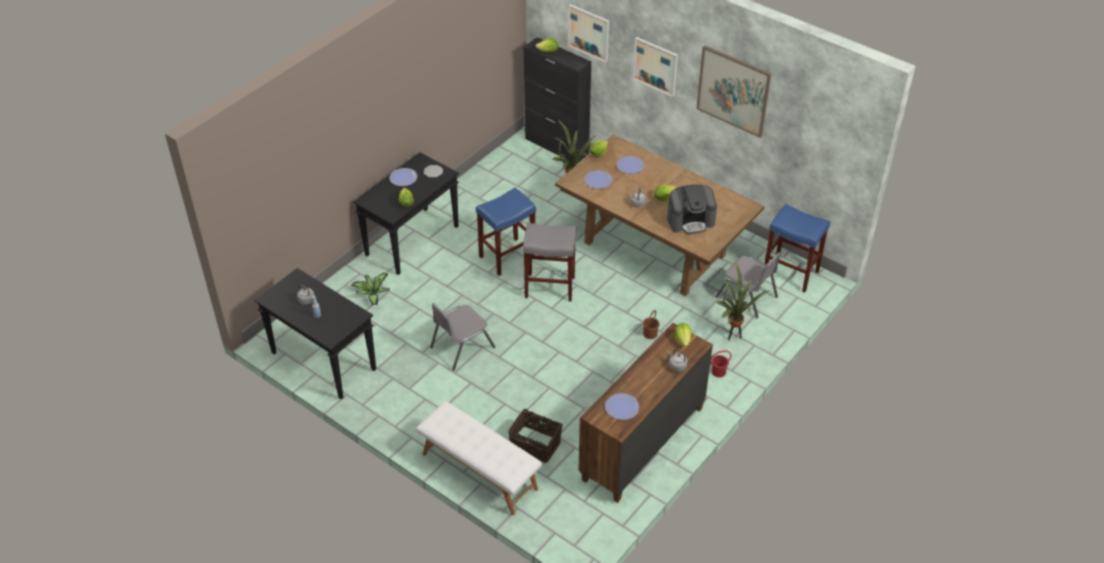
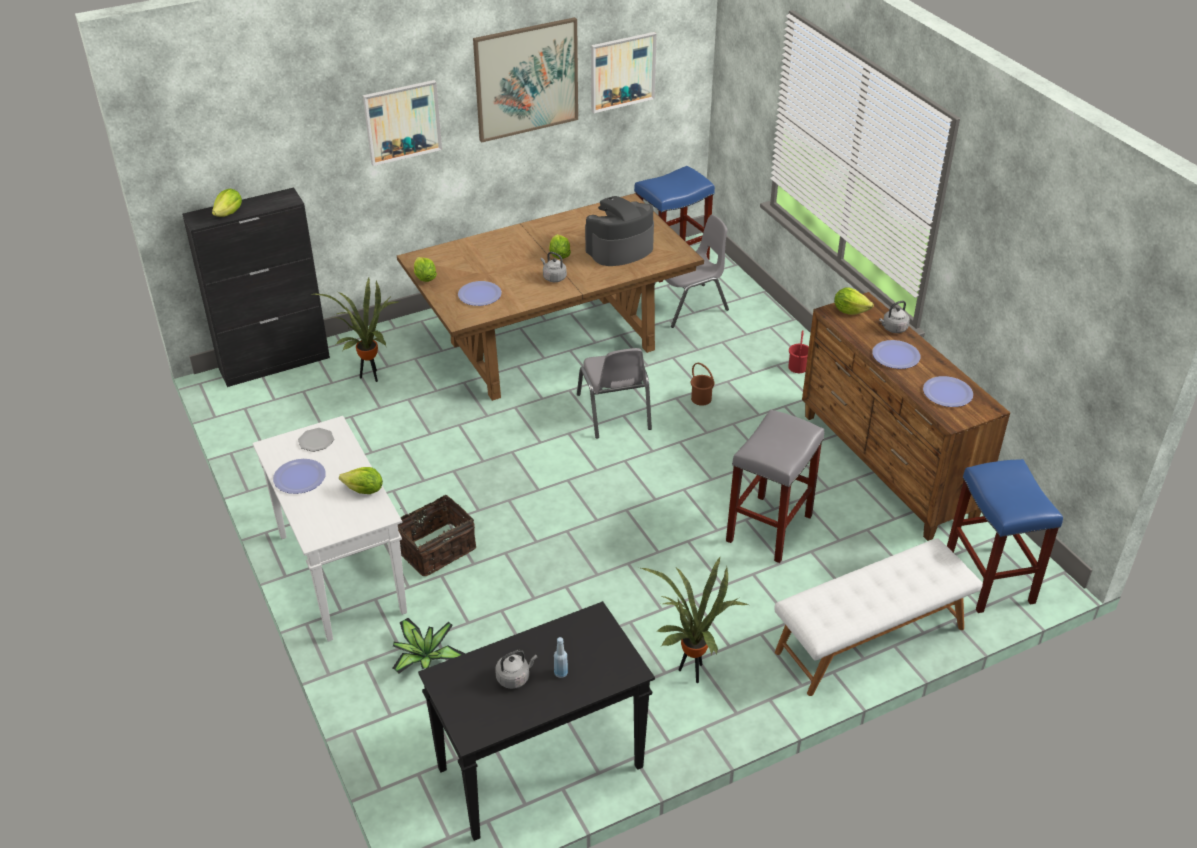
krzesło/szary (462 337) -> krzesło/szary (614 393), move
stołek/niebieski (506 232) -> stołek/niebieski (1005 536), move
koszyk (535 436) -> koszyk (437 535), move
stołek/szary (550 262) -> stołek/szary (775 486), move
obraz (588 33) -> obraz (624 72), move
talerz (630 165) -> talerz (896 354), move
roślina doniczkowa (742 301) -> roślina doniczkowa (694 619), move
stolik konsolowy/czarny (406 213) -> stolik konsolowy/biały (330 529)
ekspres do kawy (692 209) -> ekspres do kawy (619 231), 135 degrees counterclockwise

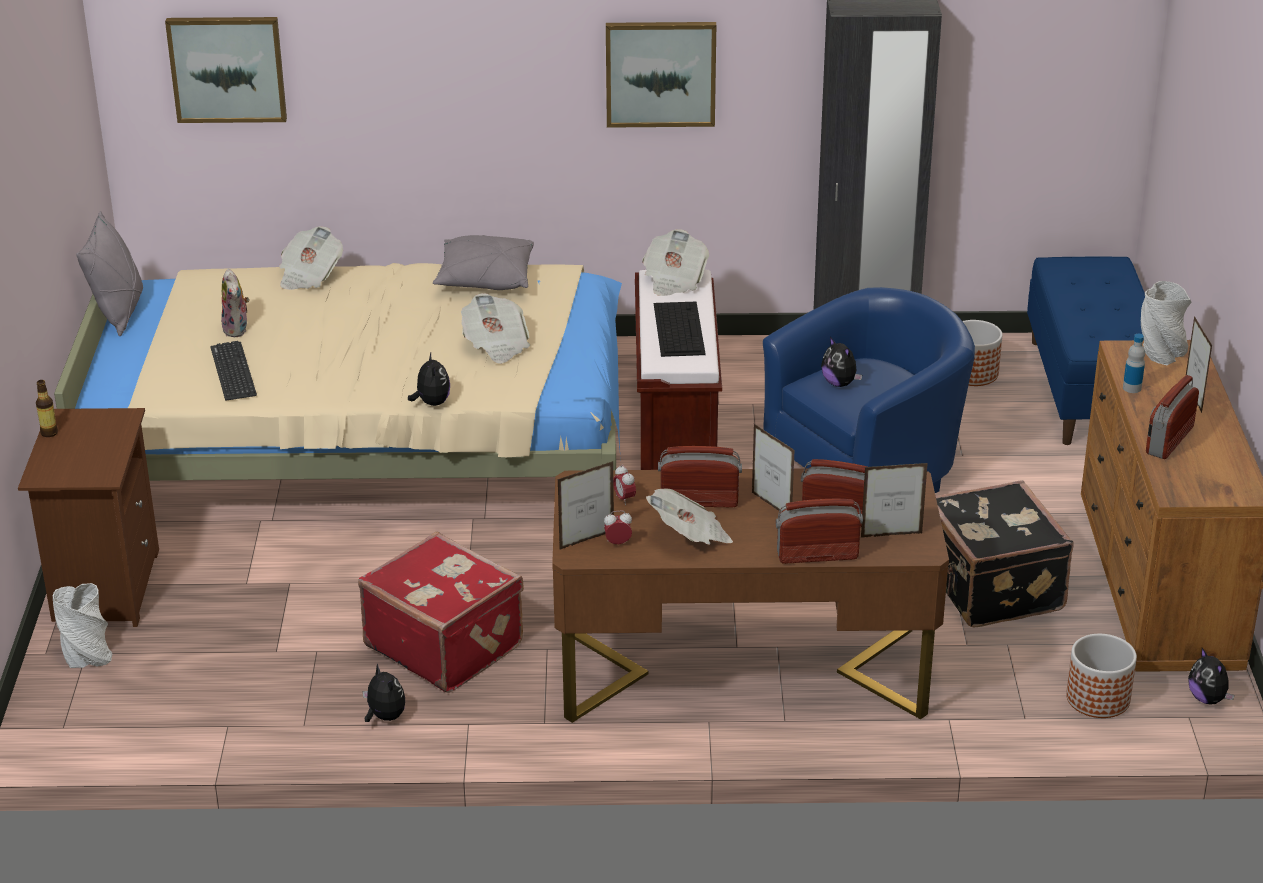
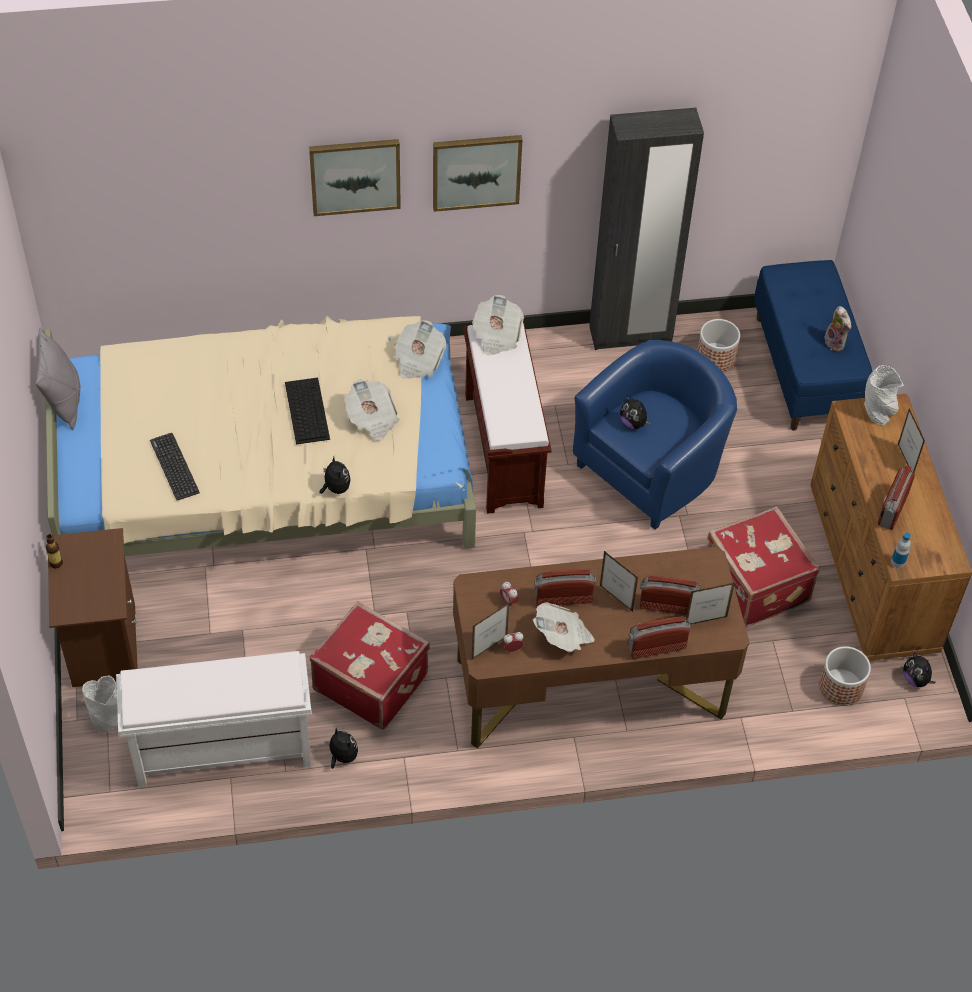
poduszka/szary (483 262) -> none
none -> ławka/biały (214 719)
obraz (226 70) -> obraz (355 177), move
pluszak (235 303) -> pluszak (838 328), move
gazeta (311 258) -> gazeta (420 349), move
klawiatura (680 329) -> klawiatura (307 411), move
butelka (1134 363) -> butelka (901 550), move
walizka/czarny (1005 554) -> walizka/czerwony (763 566)

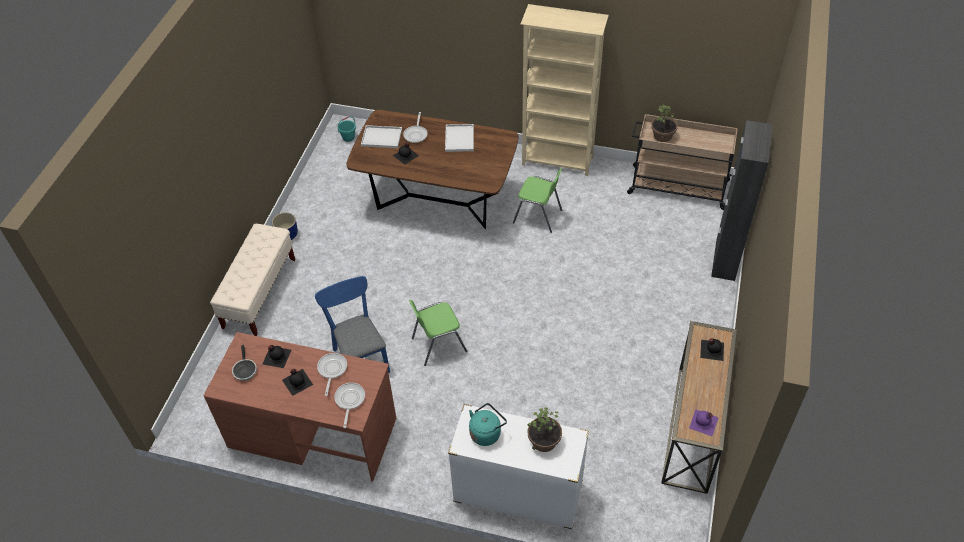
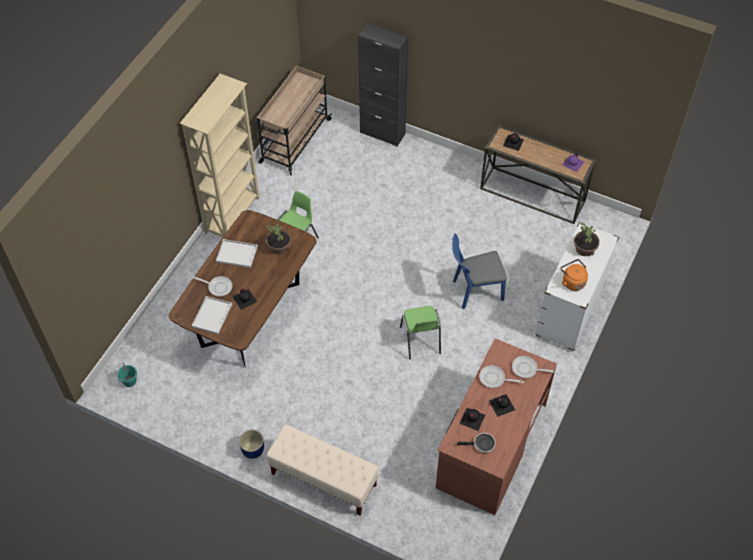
krzesło/niebieski (352 324) -> krzesło/niebieski (479 271), move
roślina doniczkowa (664 123) -> roślina doniczkowa (278 239), move
czajnik/turkusowy (488 424) -> czajnik/pomarańczowy (574 275)

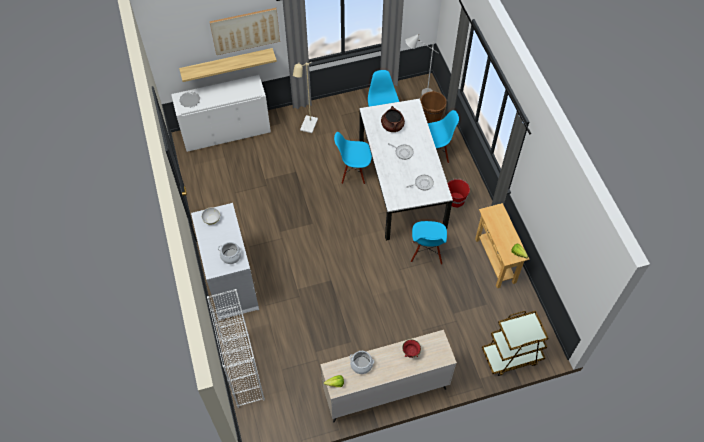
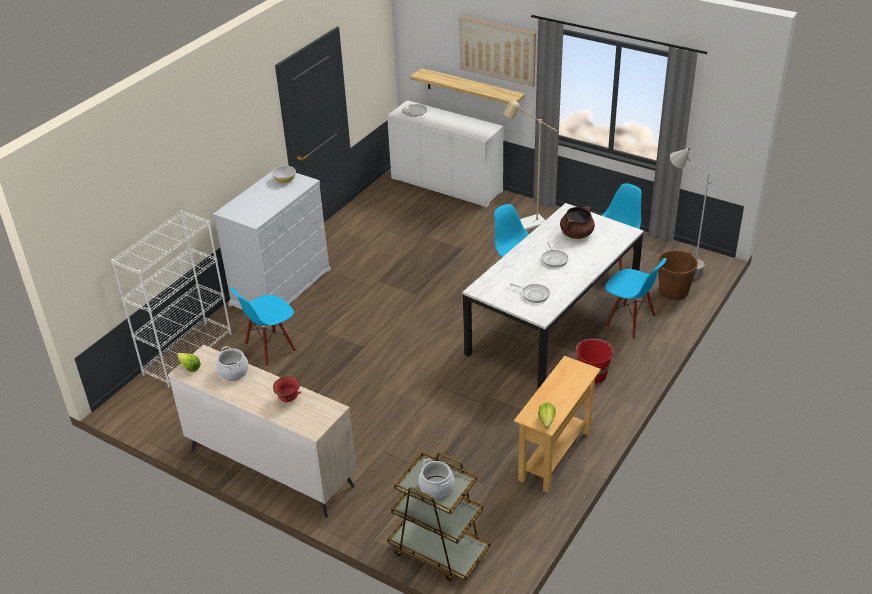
garnek (230 253) -> garnek (436 478), move
krzesło/niebieski (429 243) -> krzesło/niebieski (263 327), move

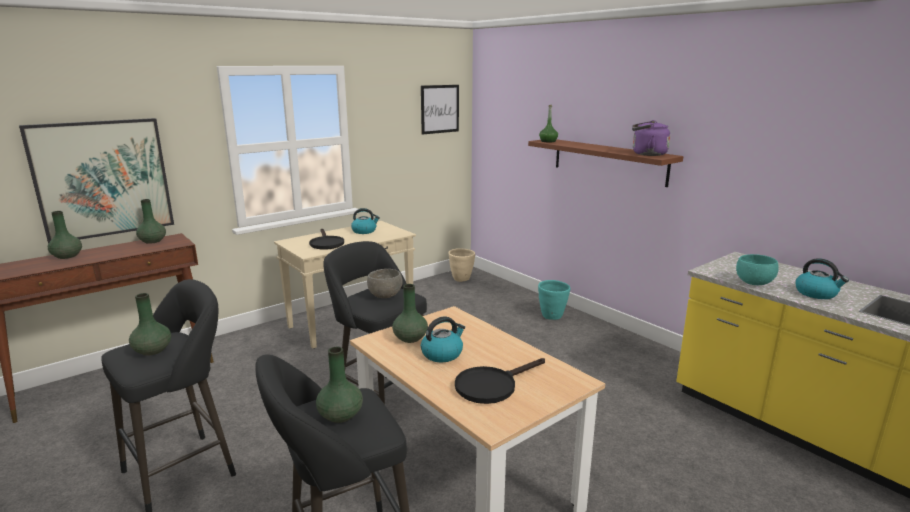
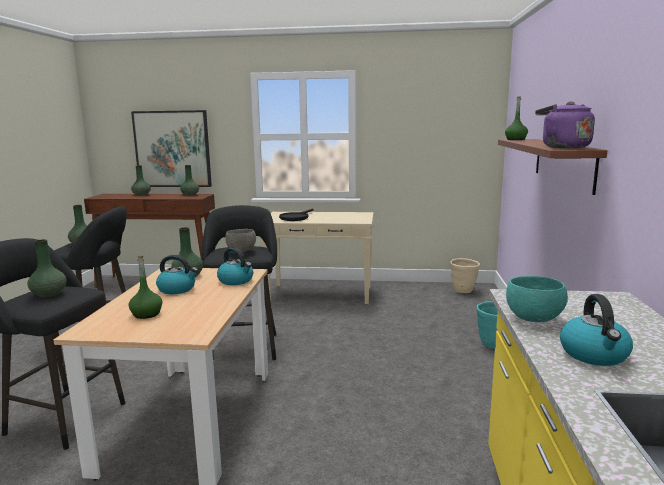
obraz (440 110) -> none
czajnik (365 221) -> czajnik (235 266), move
patelnia/czarny (500 381) -> butelka/zielony (145 287)

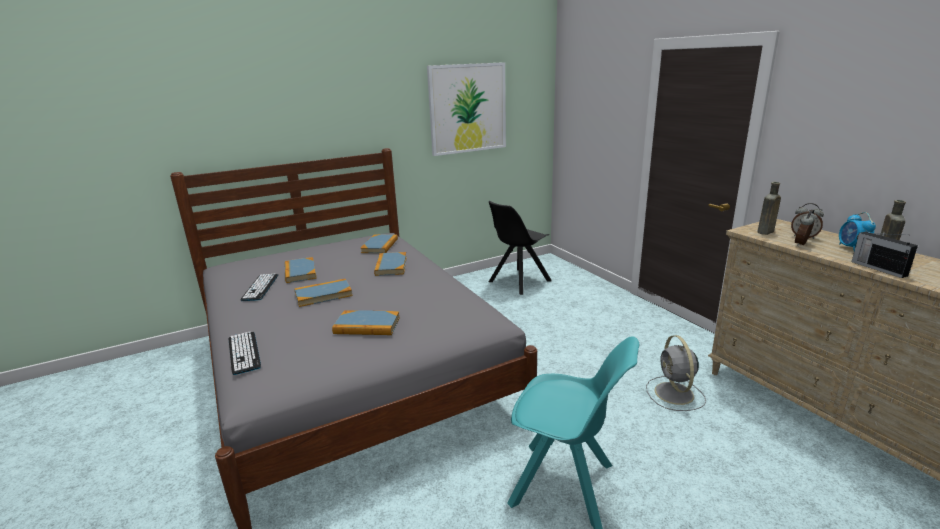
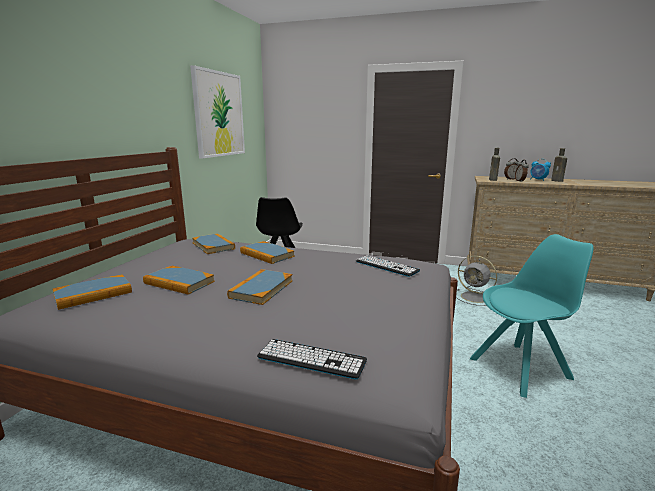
radio (885 254) -> none
klawiatura (259 287) -> klawiatura (388 266), move
książka (366 322) -> książka (92 292), move

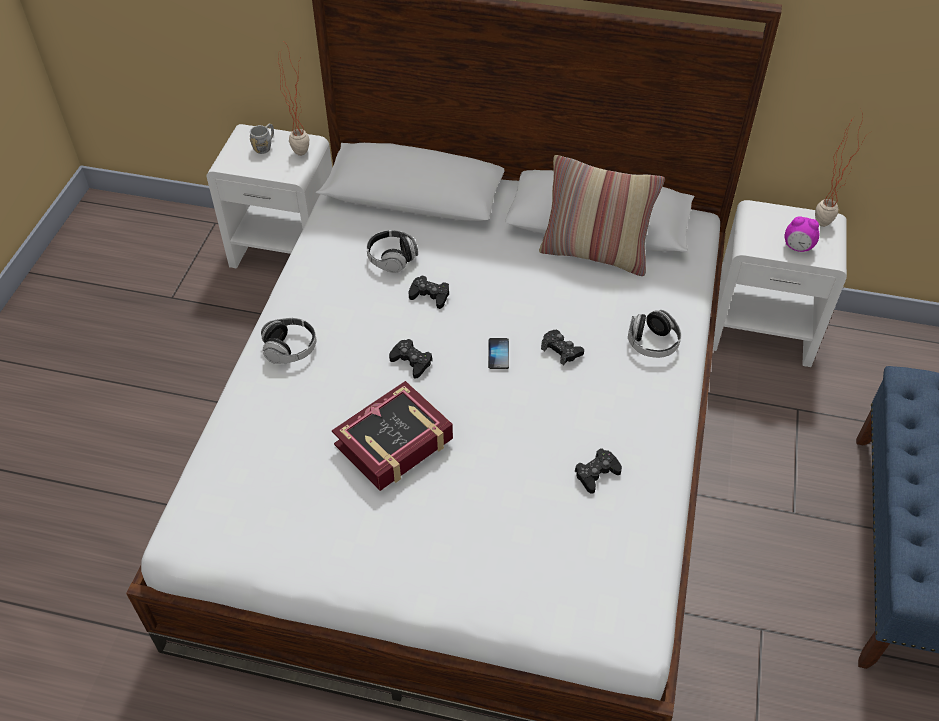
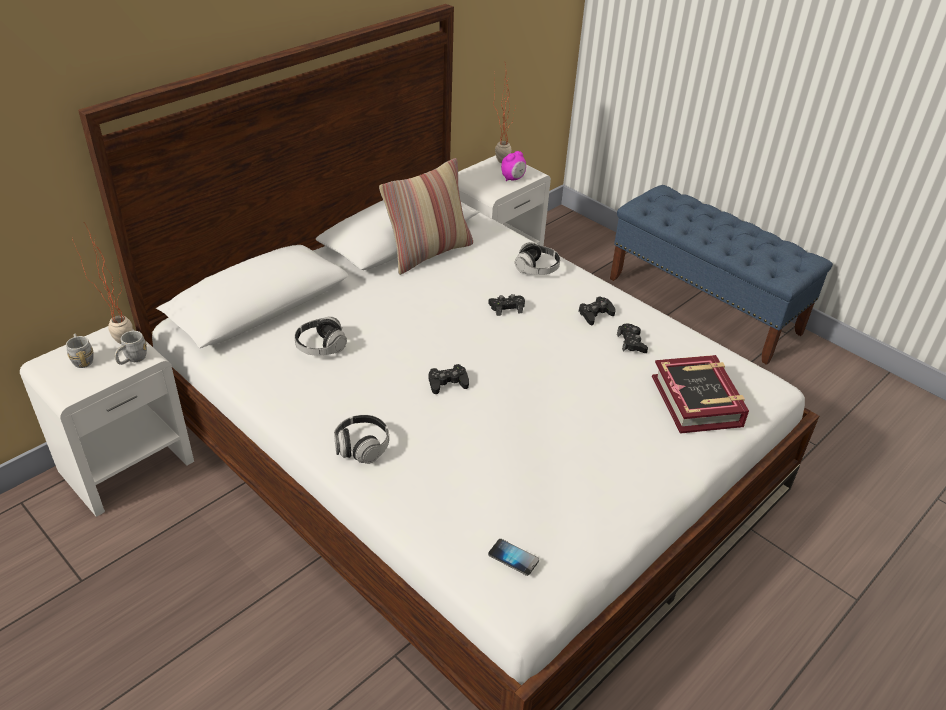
none -> kubek/szary (130 348)
książka (392 436) -> książka (700 394), move
pad do gier/czarny (429 292) -> pad do gier/czarny (597 310), move
telefon (498 353) -> telefon (513 557), move

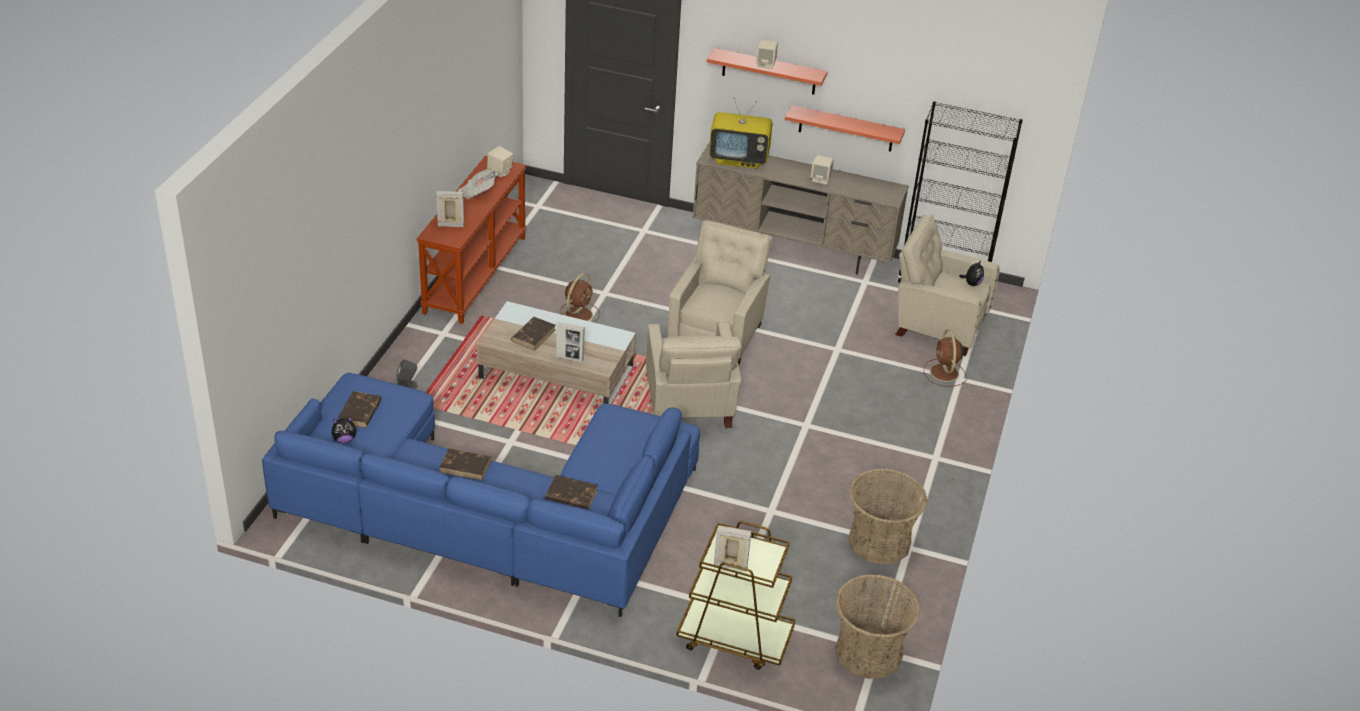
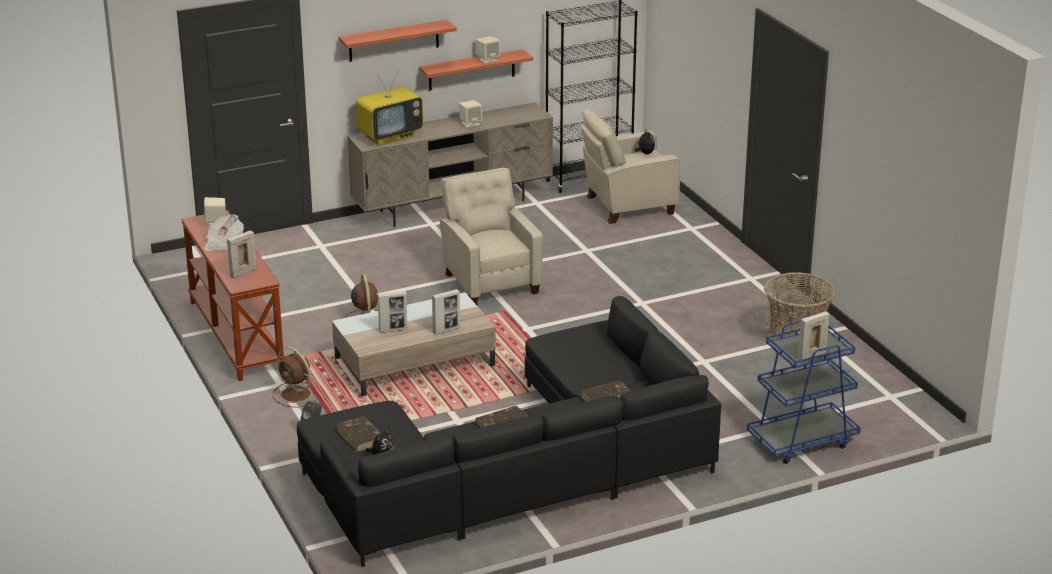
fotel/beżowy (694 375) -> none
koszyk (877 626) -> none
głośnik/beżowy (767 54) -> głośnik/beżowy (488 50), move
wentylator/brązowy (945 358) -> wentylator/brązowy (295 377), move
książka/brązowy (533 334) -> ramka na zdjęcie (392 312)
kanapa/niebieski (481 495) -> kanapa/czarny (509 431)
wózek/brązowy (736 595) -> wózek/niebieski (804 392)

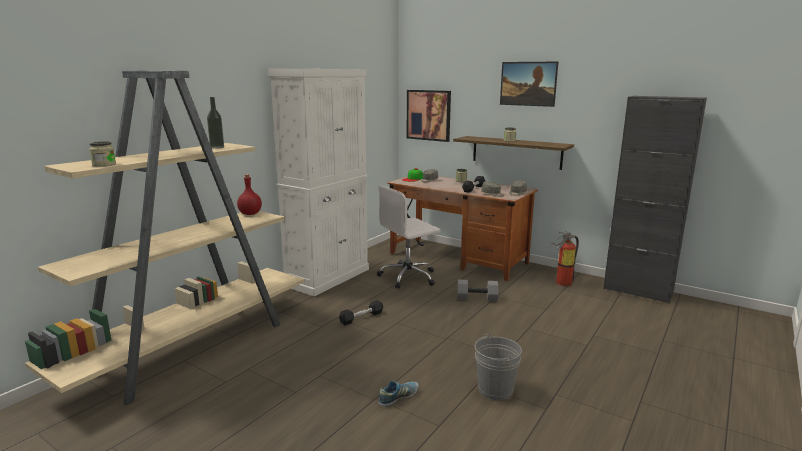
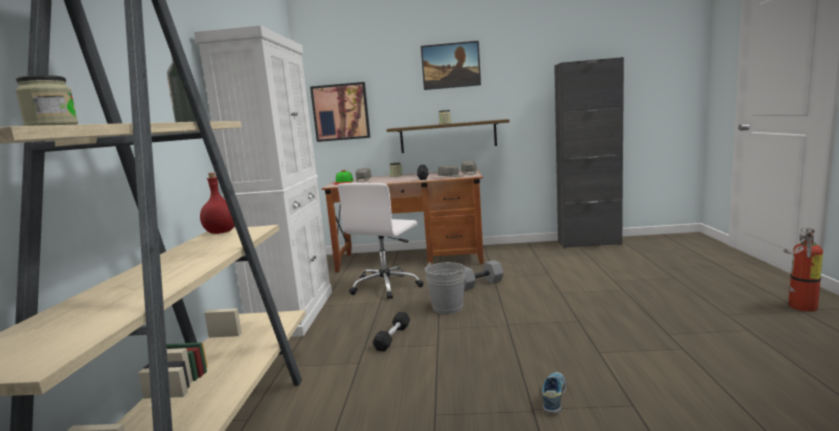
wiadro/szary (498 366) -> wiadro/szary (445 288), move
gaśnica (565 258) -> gaśnica (803 270), move

